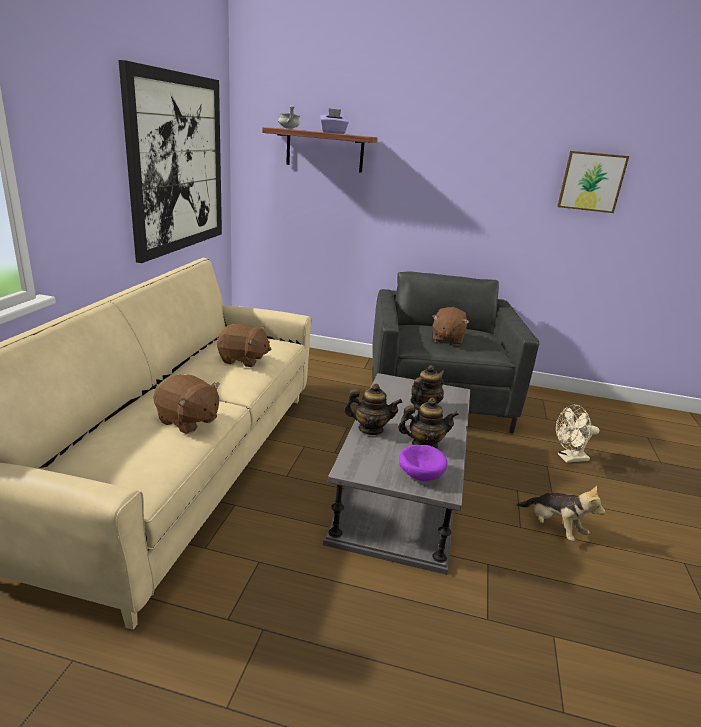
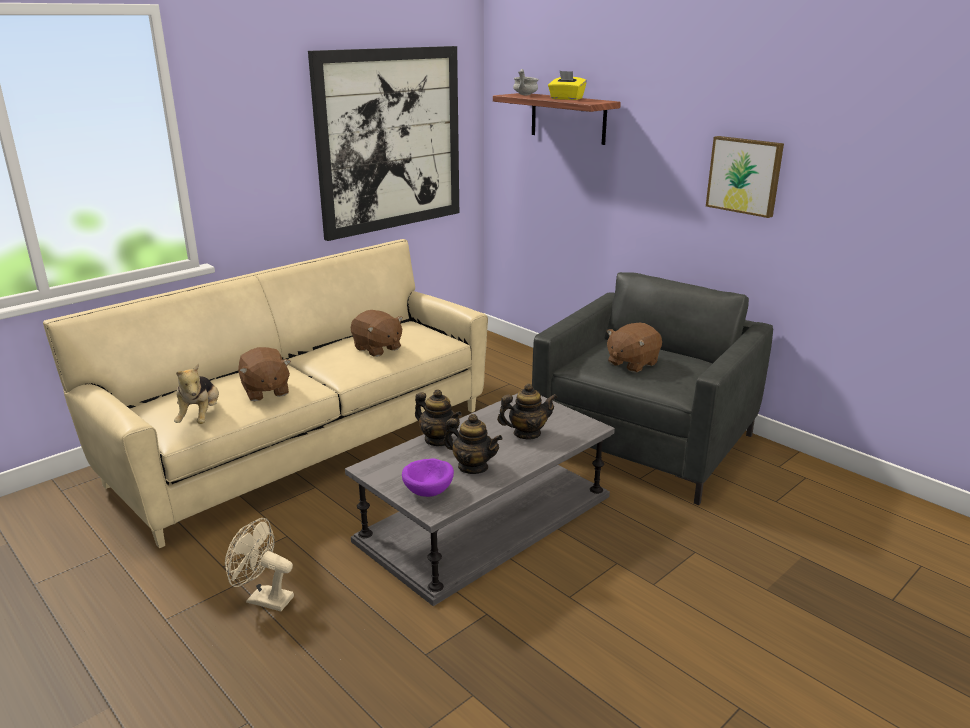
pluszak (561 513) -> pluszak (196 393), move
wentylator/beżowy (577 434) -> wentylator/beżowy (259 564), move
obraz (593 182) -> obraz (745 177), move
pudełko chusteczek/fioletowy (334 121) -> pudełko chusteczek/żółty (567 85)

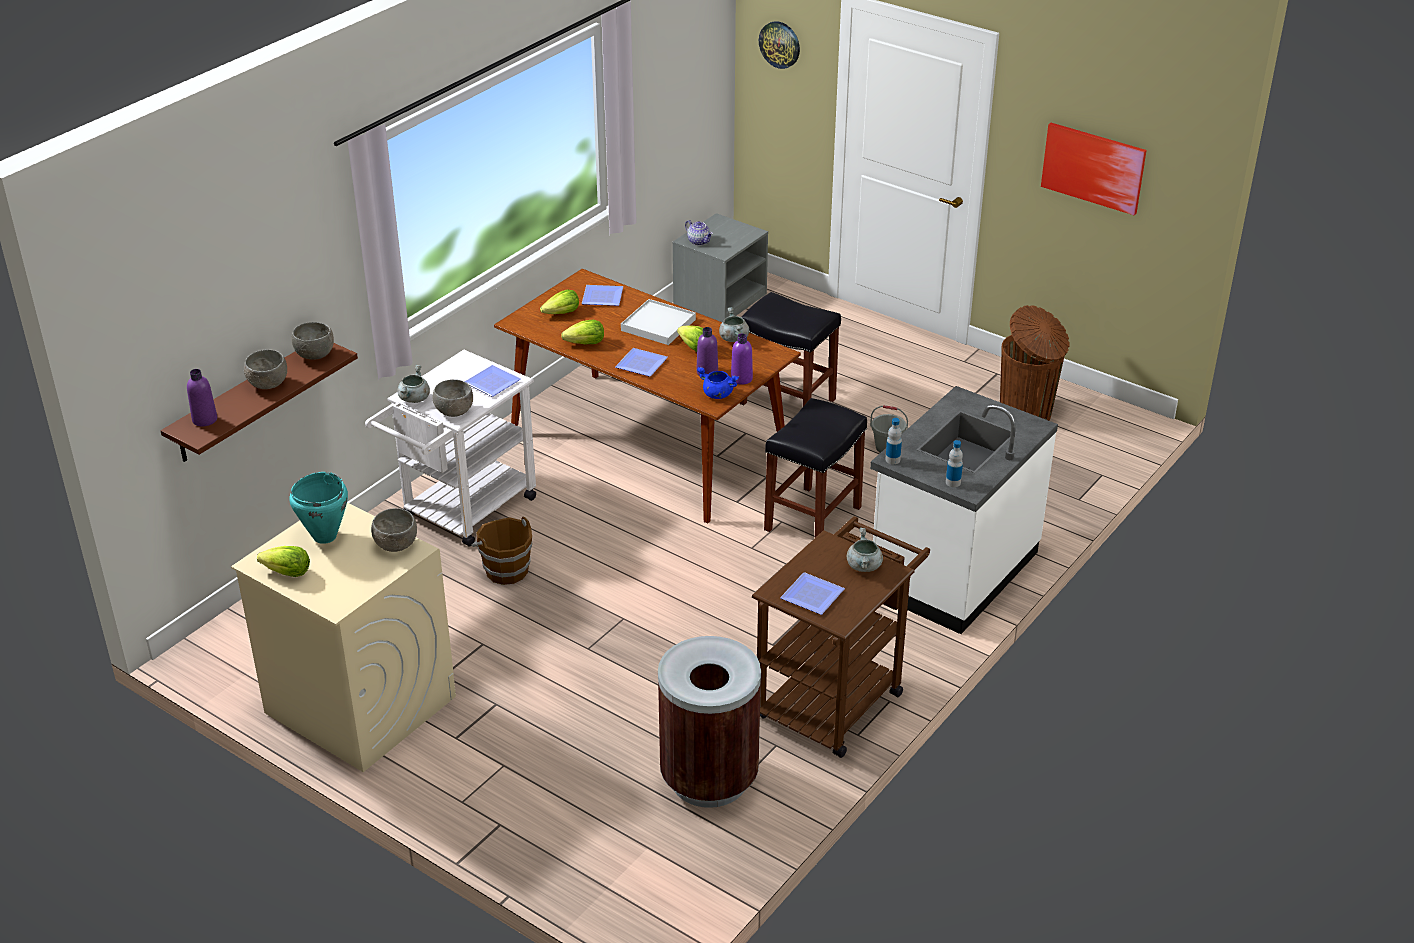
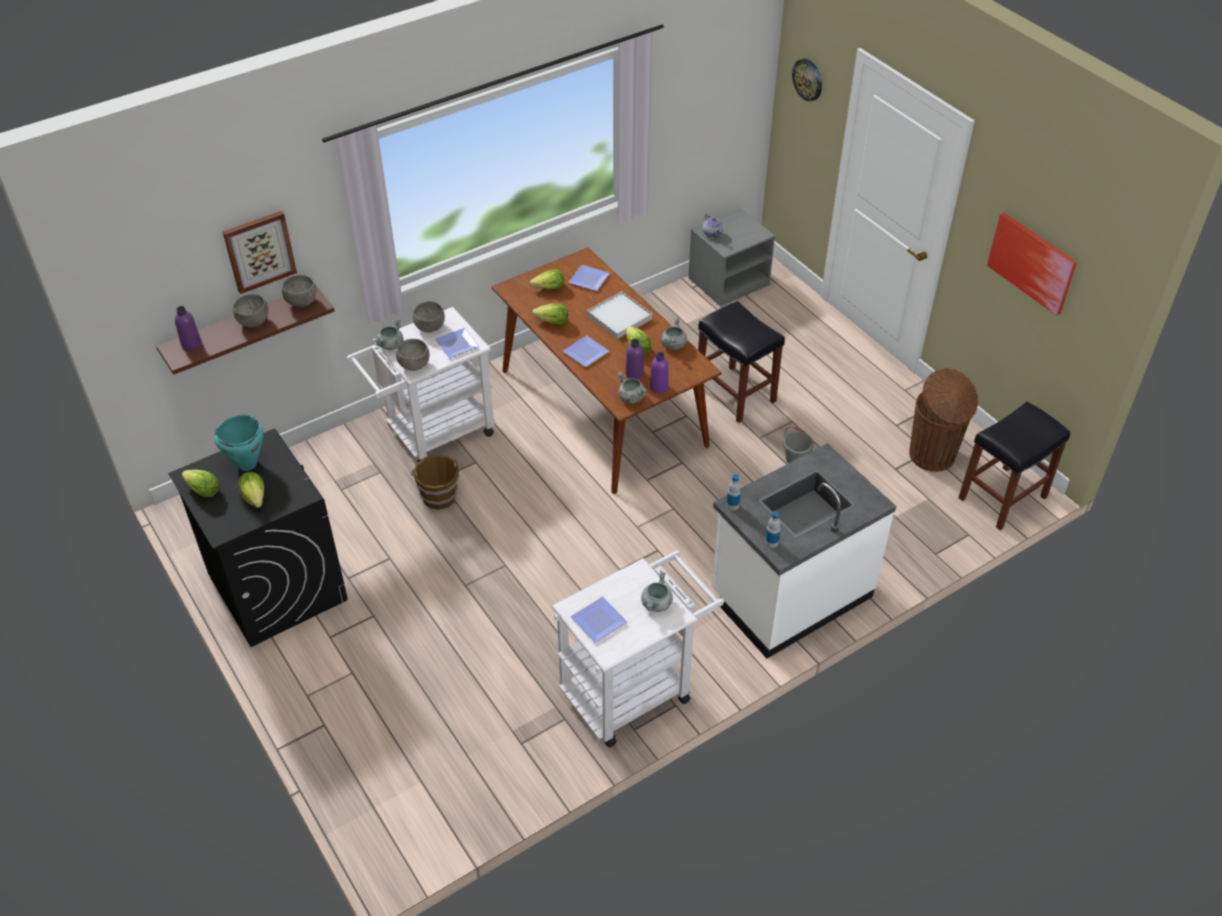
kosz na śmieci/brązowy (709 722) -> none
none -> obraz (260 252)
none -> sałata (251 490)
miska/szary (394 530) -> miska/szary (429 316), move
stołek/czarny (815 468) -> stołek/czarny (1014 466), move
pralka/beżowy (343 637) -> pralka/czarny (258 538)
garnek/niebieski (718 383) -> garnek/szary (632 387)
wózek/brązowy (841 637) -> wózek/biały (638 648)

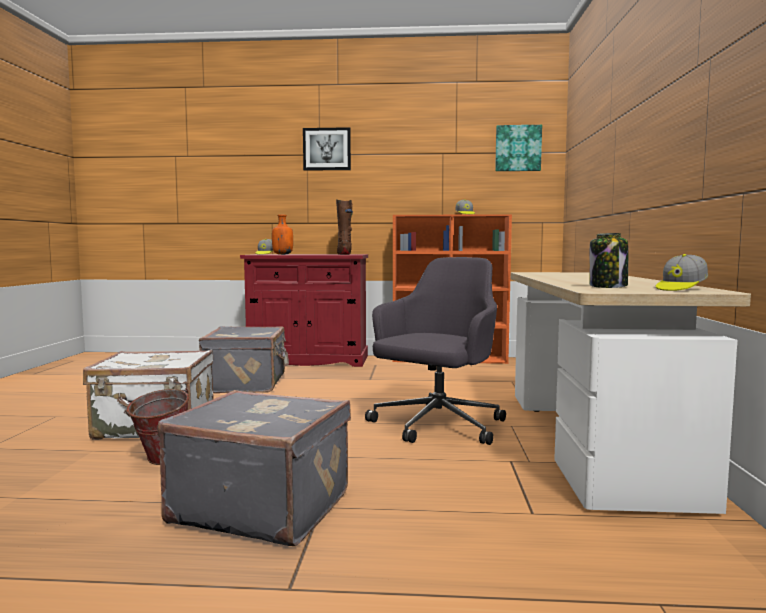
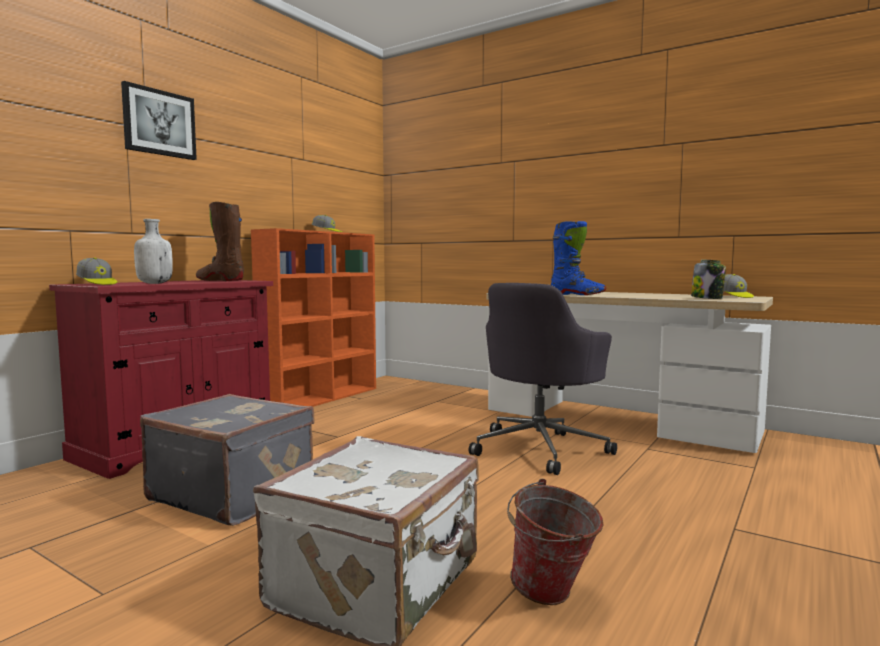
walizka/szary (254 468) -> none
obraz (518 148) -> none
none -> but z cholewką/niebieski (578 258)
butelka/pomarańczowy (282 235) -> butelka/biały (153 251)
krzesło biurowe/szary (435 351) -> krzesło biurowe/szary (543 379), 120 degrees counterclockwise

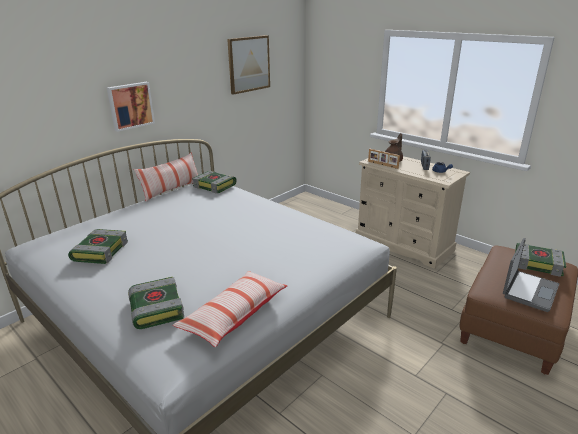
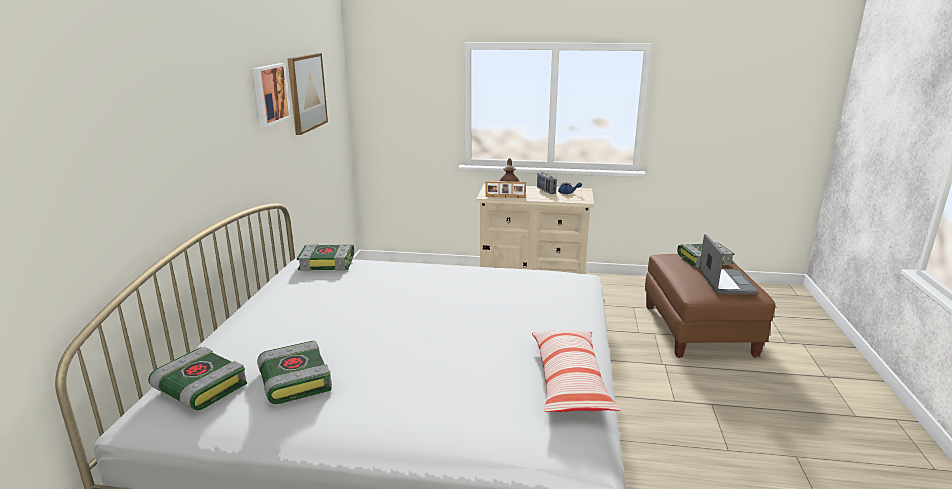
poduszka (166 177) -> none
obraz (131 107) -> obraz (272 95), move
książka (156 303) -> książka (197 379), move

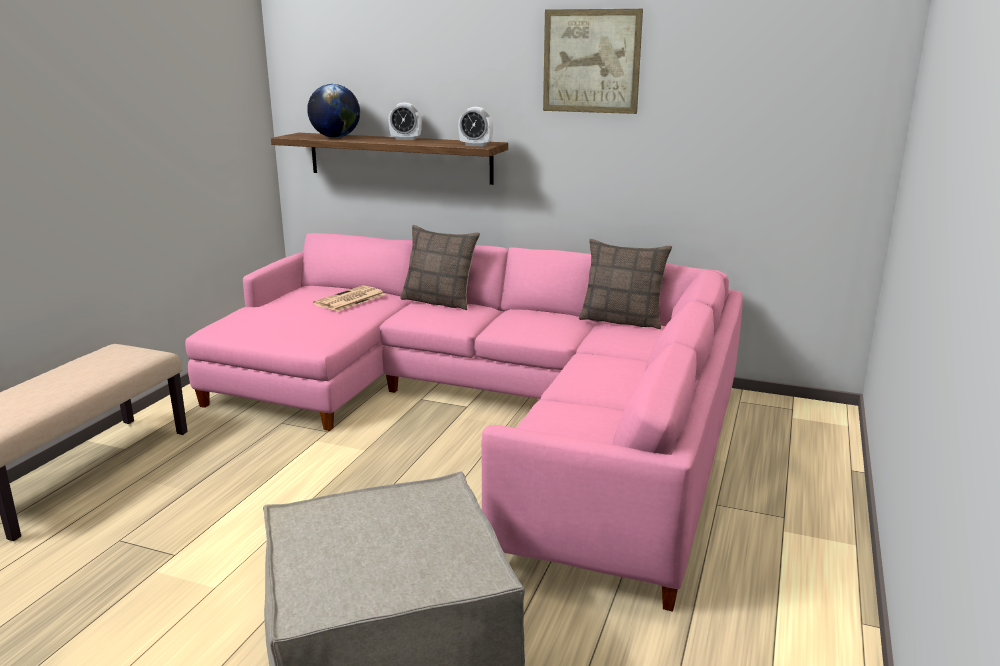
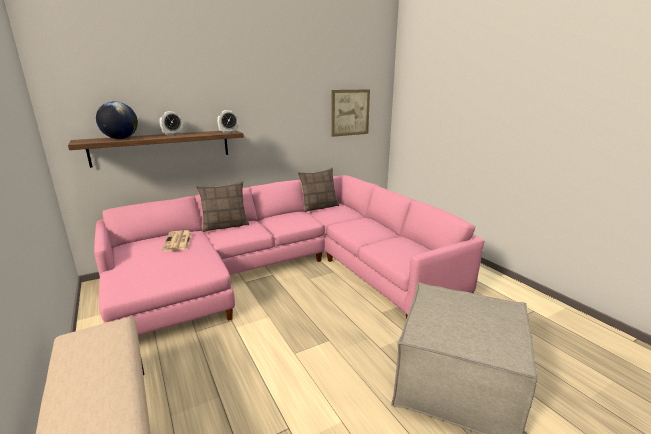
obraz (593 61) -> obraz (350 113), move

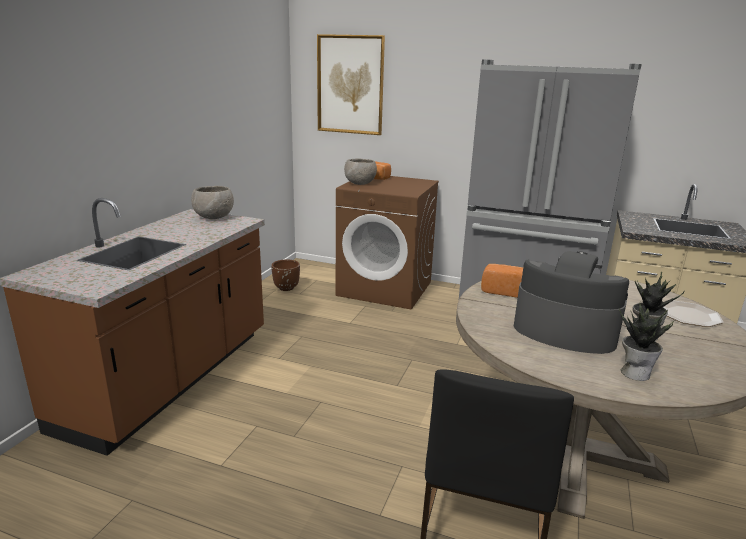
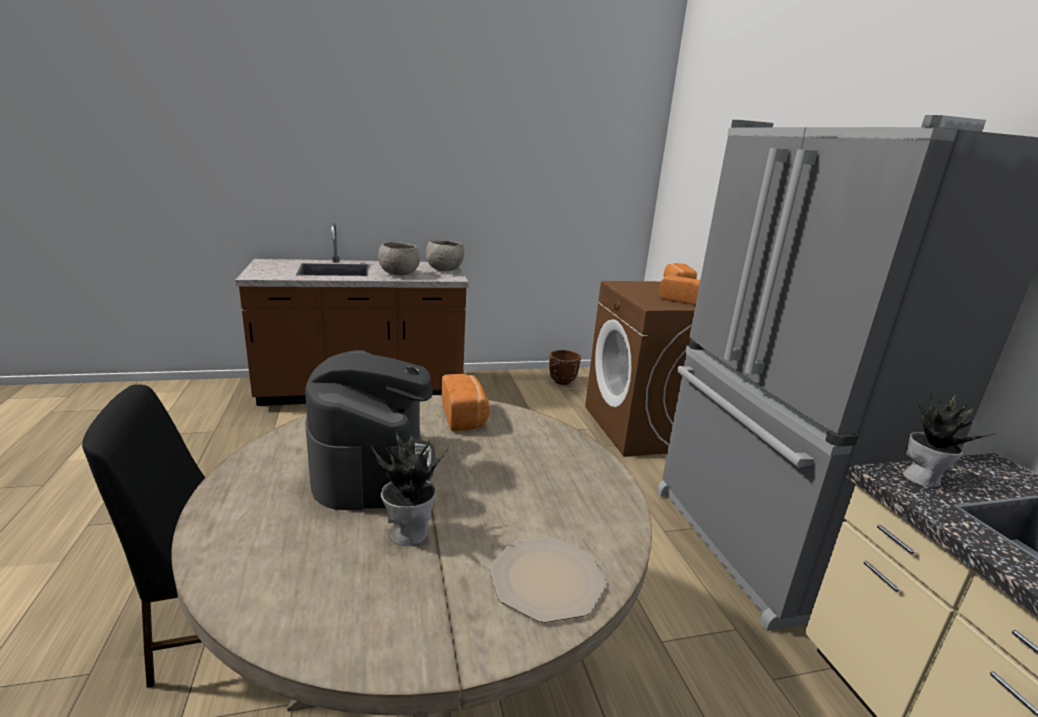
obraz (351 84) -> none
none -> chleb (679 290)
miska/szary (360 171) -> miska/szary (399 259), move
roślina doniczkowa (646 342) -> roślina doniczkowa (949 439), move

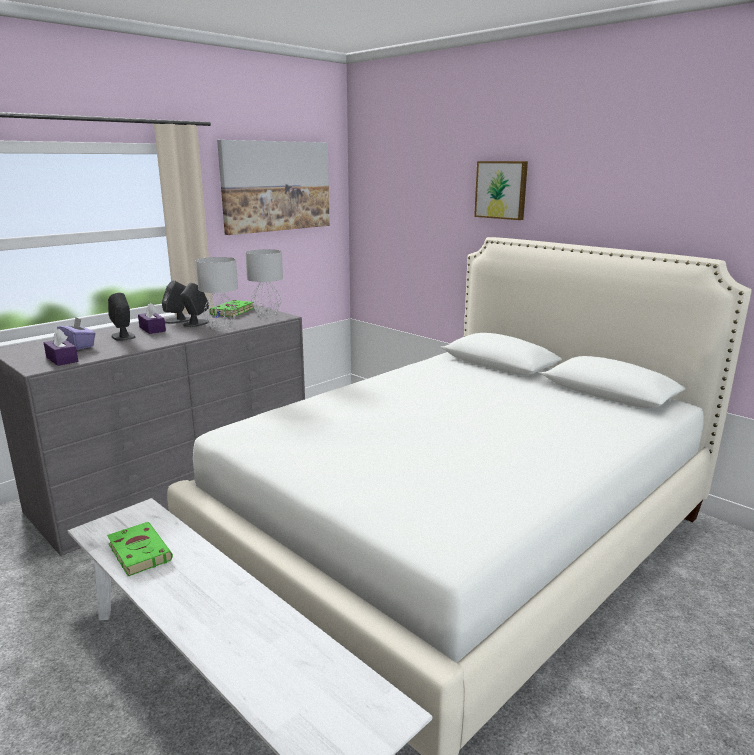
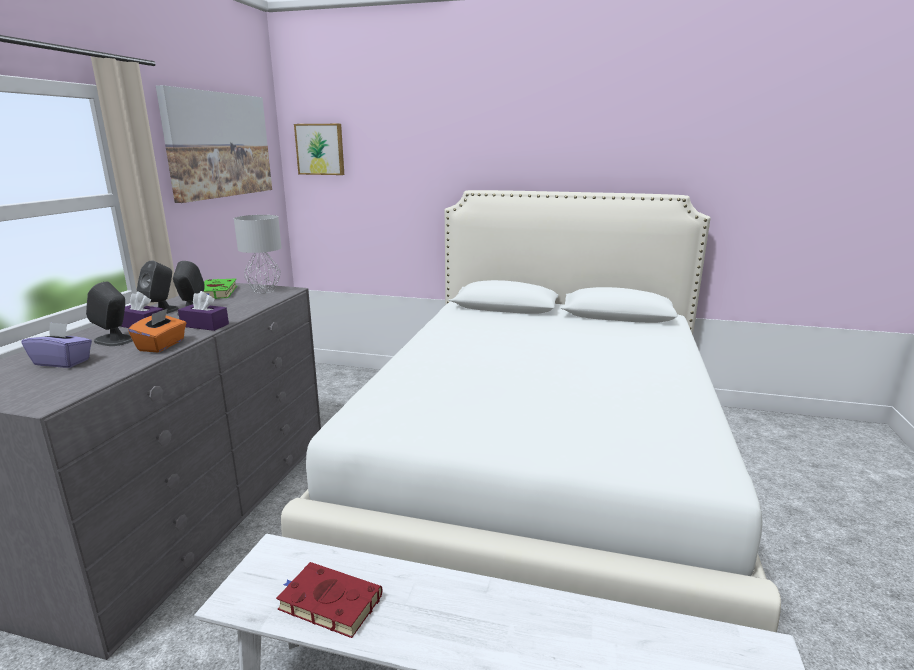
lampa stołowa/szary (217 293) -> none
none -> pudełko chusteczek/pomarańczowy (157 330)
pudełko chusteczek/fioletowy (61 347) -> pudełko chusteczek/fioletowy (203 311), move
obraz (501 190) -> obraz (319 149), move
książka/zielony (140 549) -> książka/czerwony (329 600)

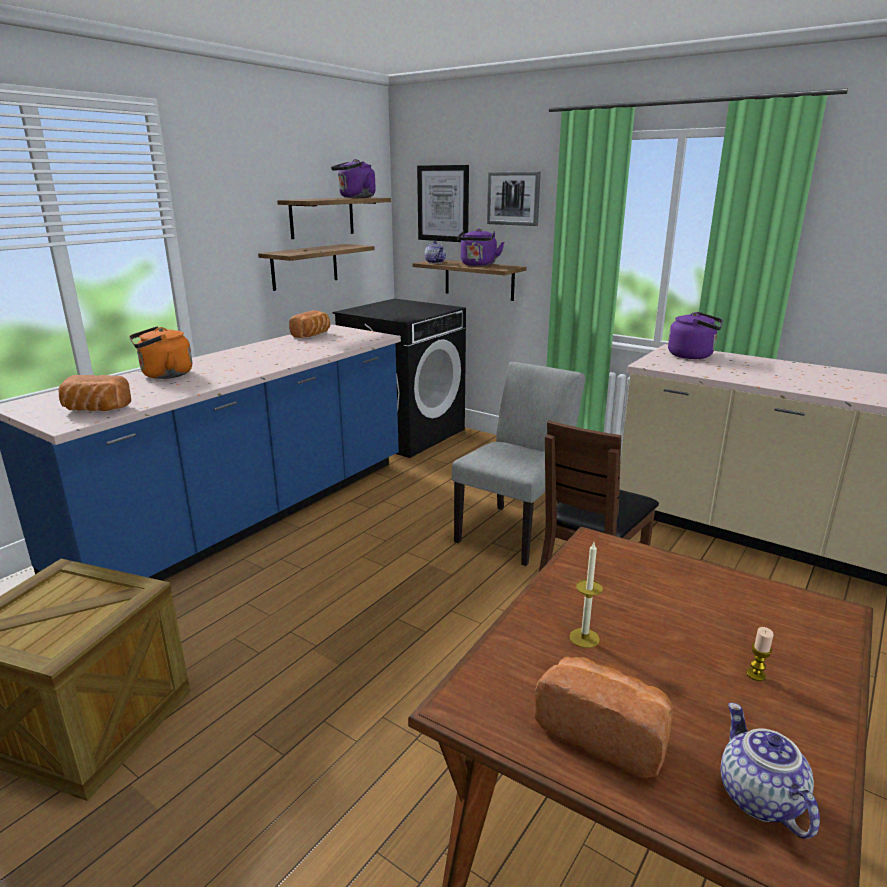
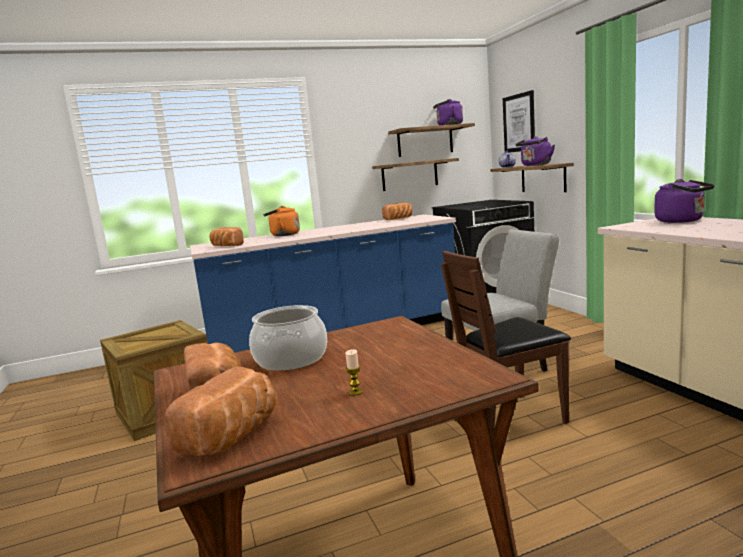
obraz (514 199) -> none
świeca (586 595) -> garnek (288 337)
imbryk (770 771) -> chleb (220 411)

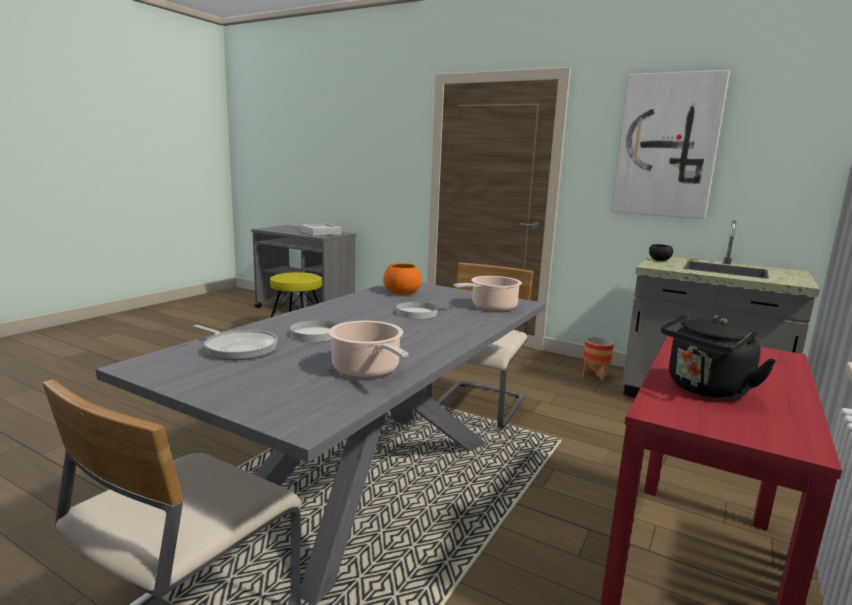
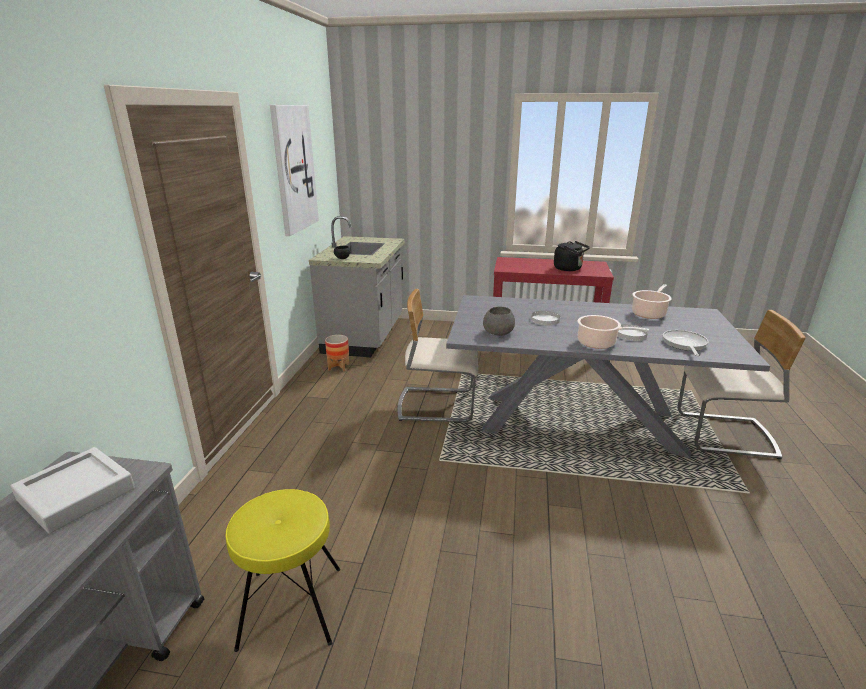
garnek (487 293) -> garnek (613 332), move
miska/pomarańczowy (402 279) -> miska/szary (499 321)

